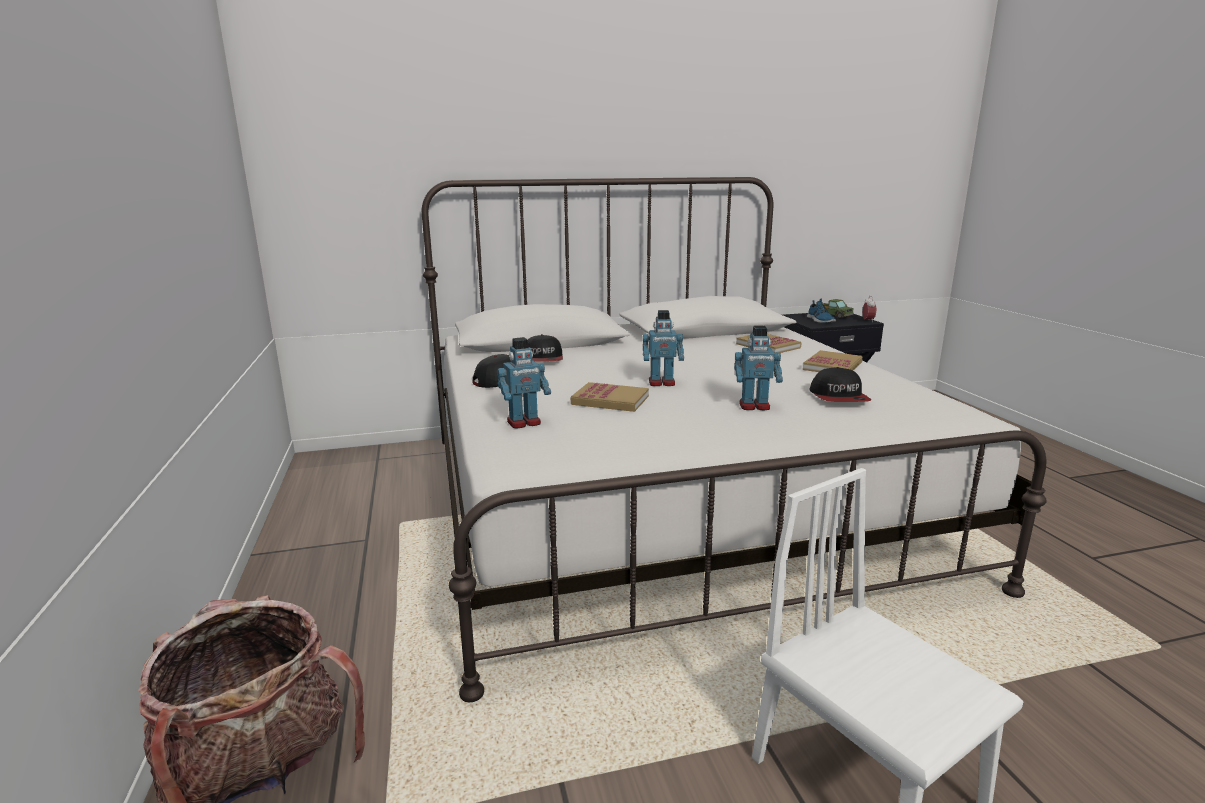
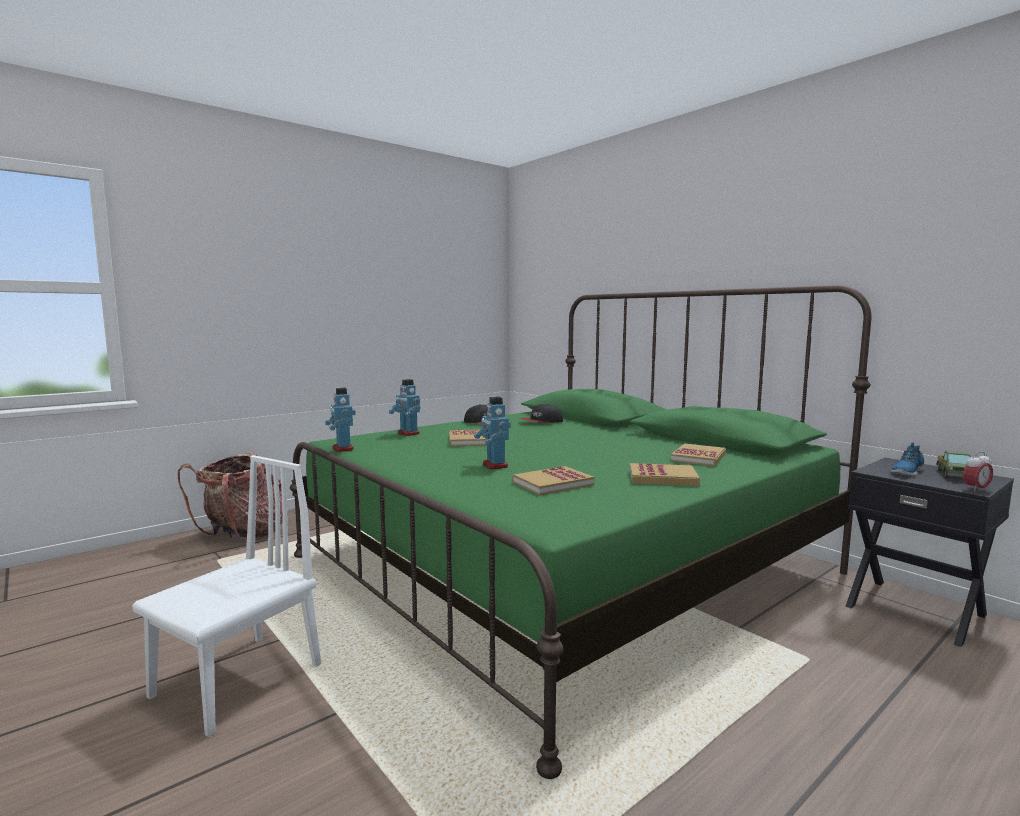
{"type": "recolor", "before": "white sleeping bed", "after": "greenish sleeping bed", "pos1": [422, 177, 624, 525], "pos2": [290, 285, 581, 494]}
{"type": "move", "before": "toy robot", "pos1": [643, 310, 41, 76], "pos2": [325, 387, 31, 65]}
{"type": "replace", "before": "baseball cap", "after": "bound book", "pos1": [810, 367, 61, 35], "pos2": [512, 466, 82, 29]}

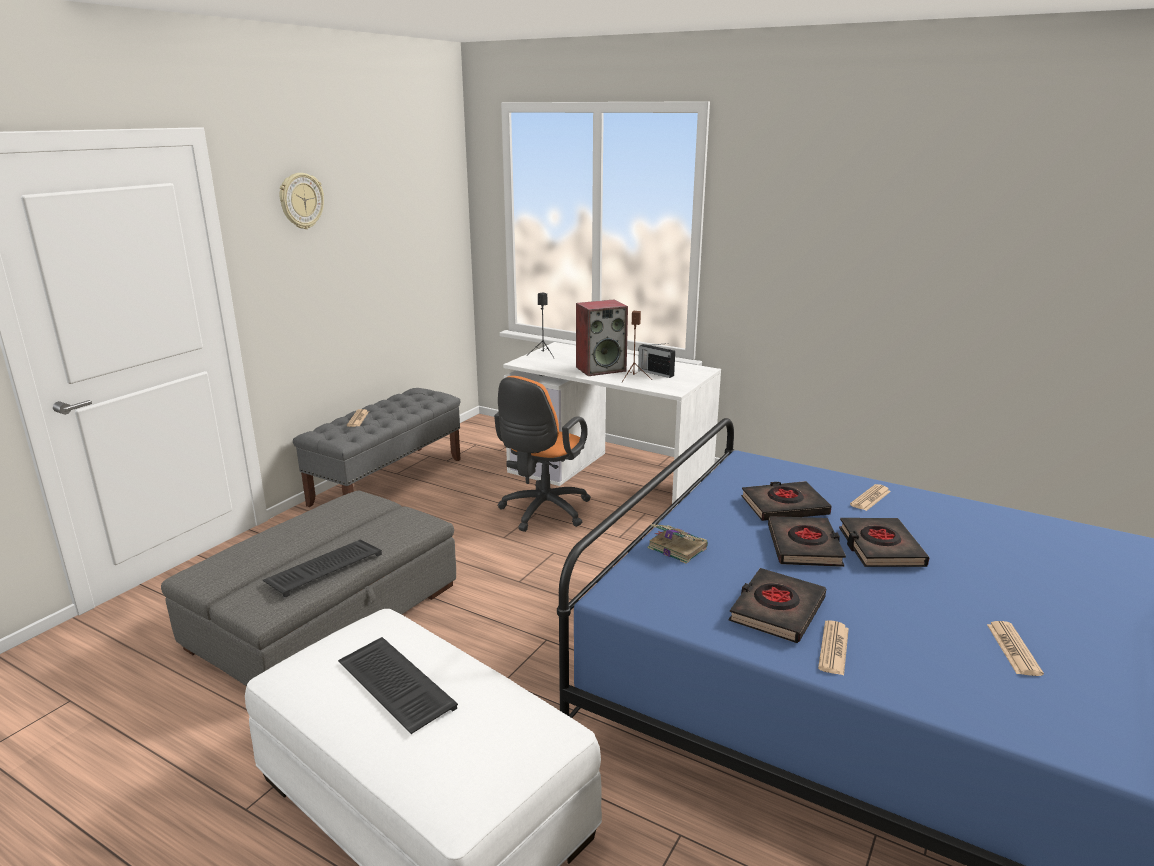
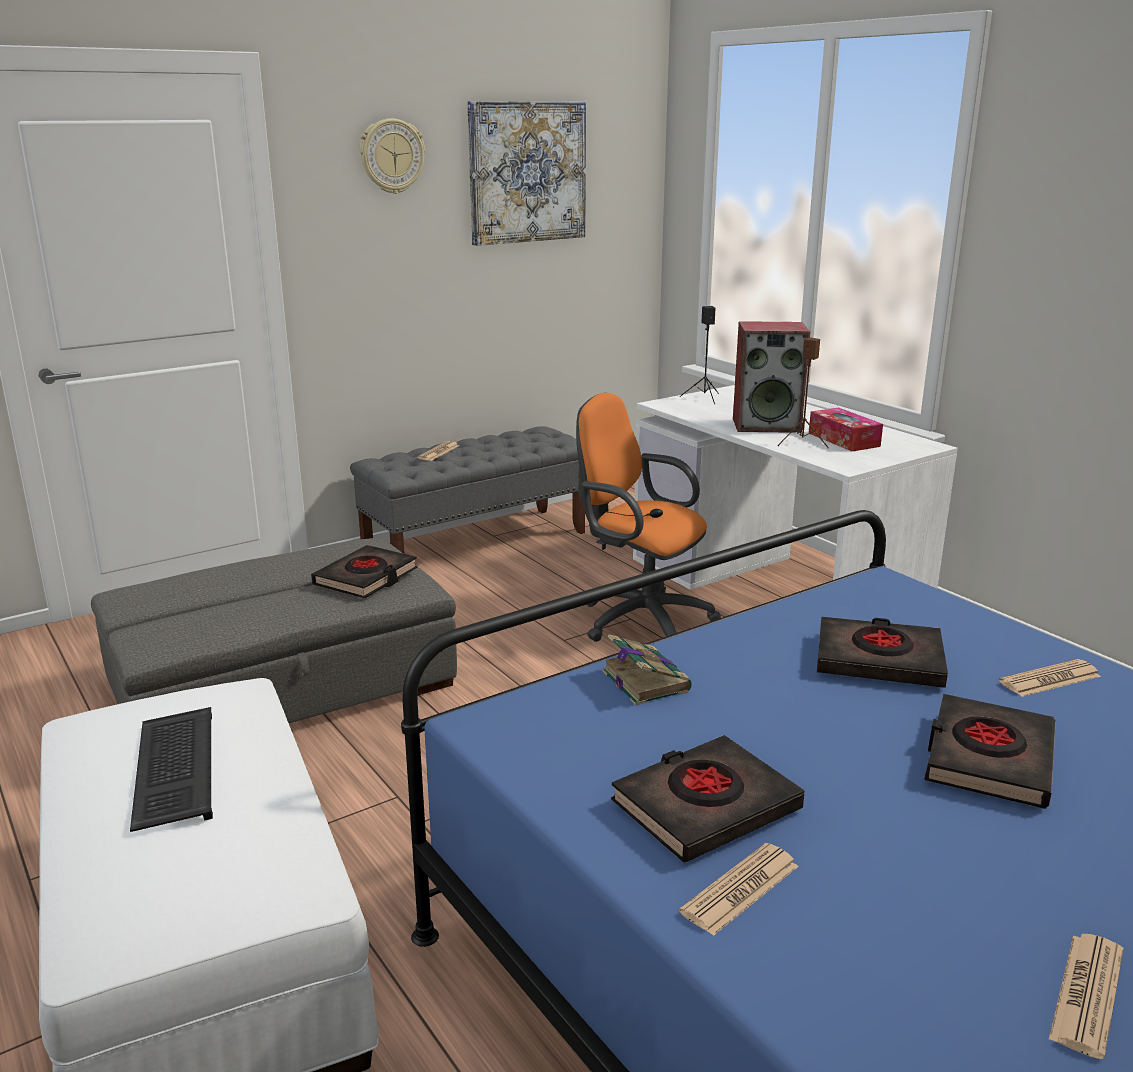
{"type": "delete", "before": "PC keyboard", "pos1": [263, 540, 119, 58]}
{"type": "rotate", "before": "orange office chair", "pos1": [494, 376, 97, 156], "pos2": [576, 393, 145, 249], "turn": 75}
{"type": "replace", "before": "radio", "after": "box of tissues", "pos1": [638, 343, 37, 35], "pos2": [809, 408, 74, 43]}
{"type": "move", "before": "black bound book", "pos1": [768, 516, 78, 51], "pos2": [311, 545, 107, 54]}
{"type": "insert", "after": "wall picture", "pos2": [467, 101, 119, 145]}

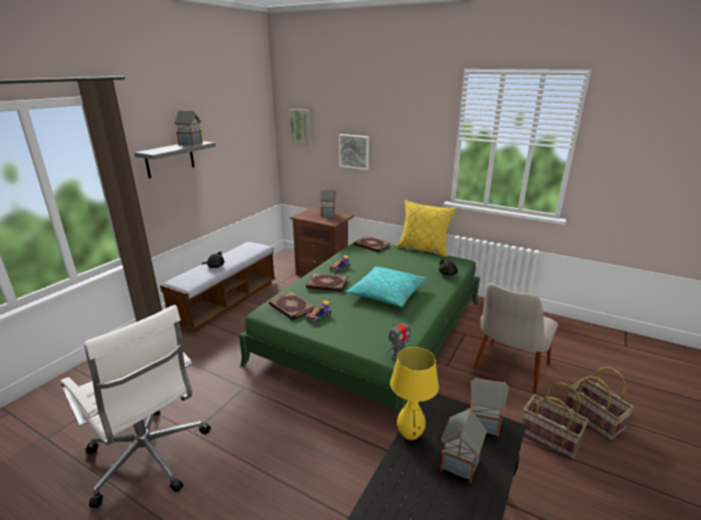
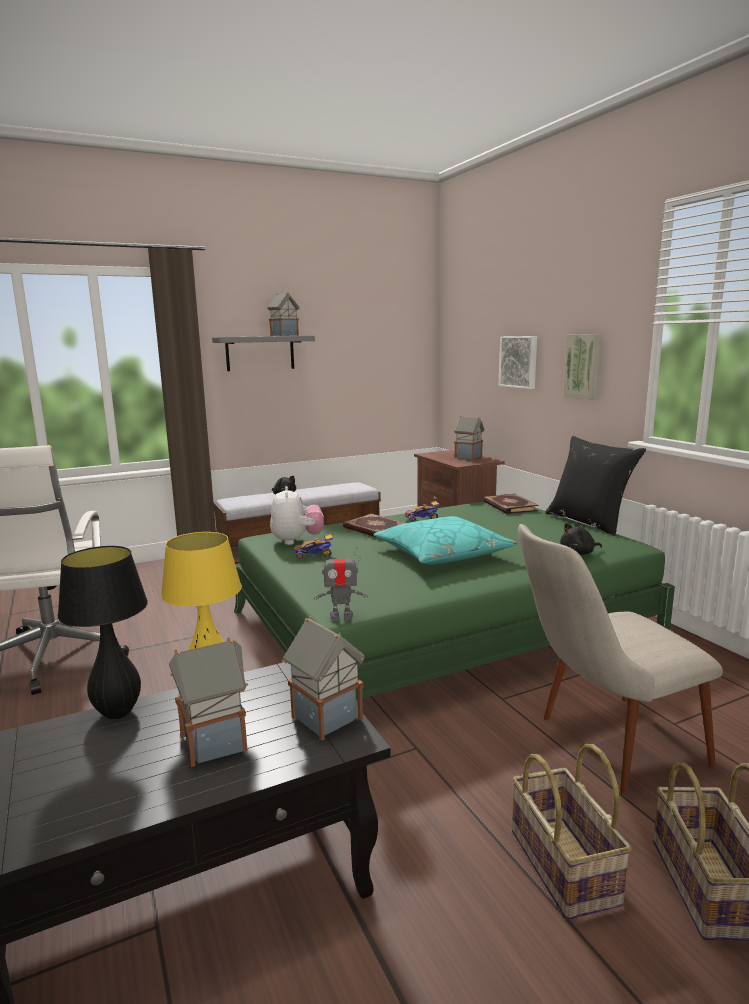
{"type": "replace", "before": "bound book", "after": "cuddly toy", "pos1": [269, 291, 46, 29], "pos2": [270, 486, 54, 59]}
{"type": "move", "before": "wall picture", "pos1": [289, 109, 22, 37], "pos2": [563, 334, 40, 66]}
{"type": "recolor", "before": "yellow-coloured throw pillow", "after": "black throw pillow", "pos1": [396, 200, 61, 57], "pos2": [545, 436, 101, 100]}
{"type": "insert", "after": "black lamp for a table", "pos2": [58, 546, 90, 173]}

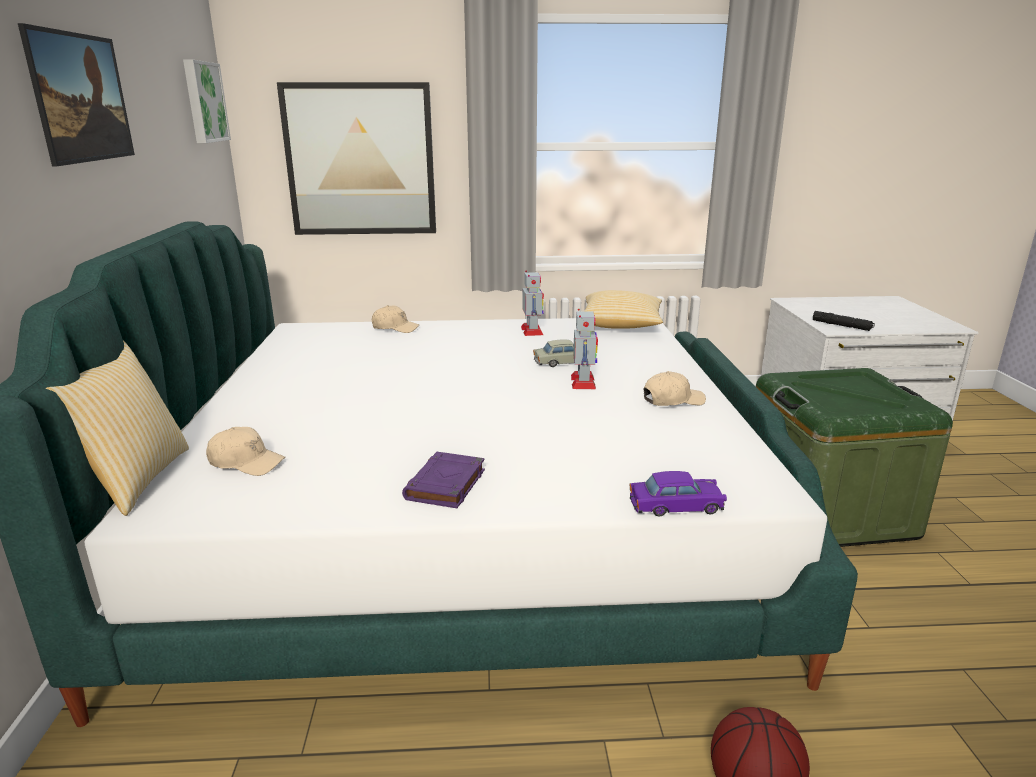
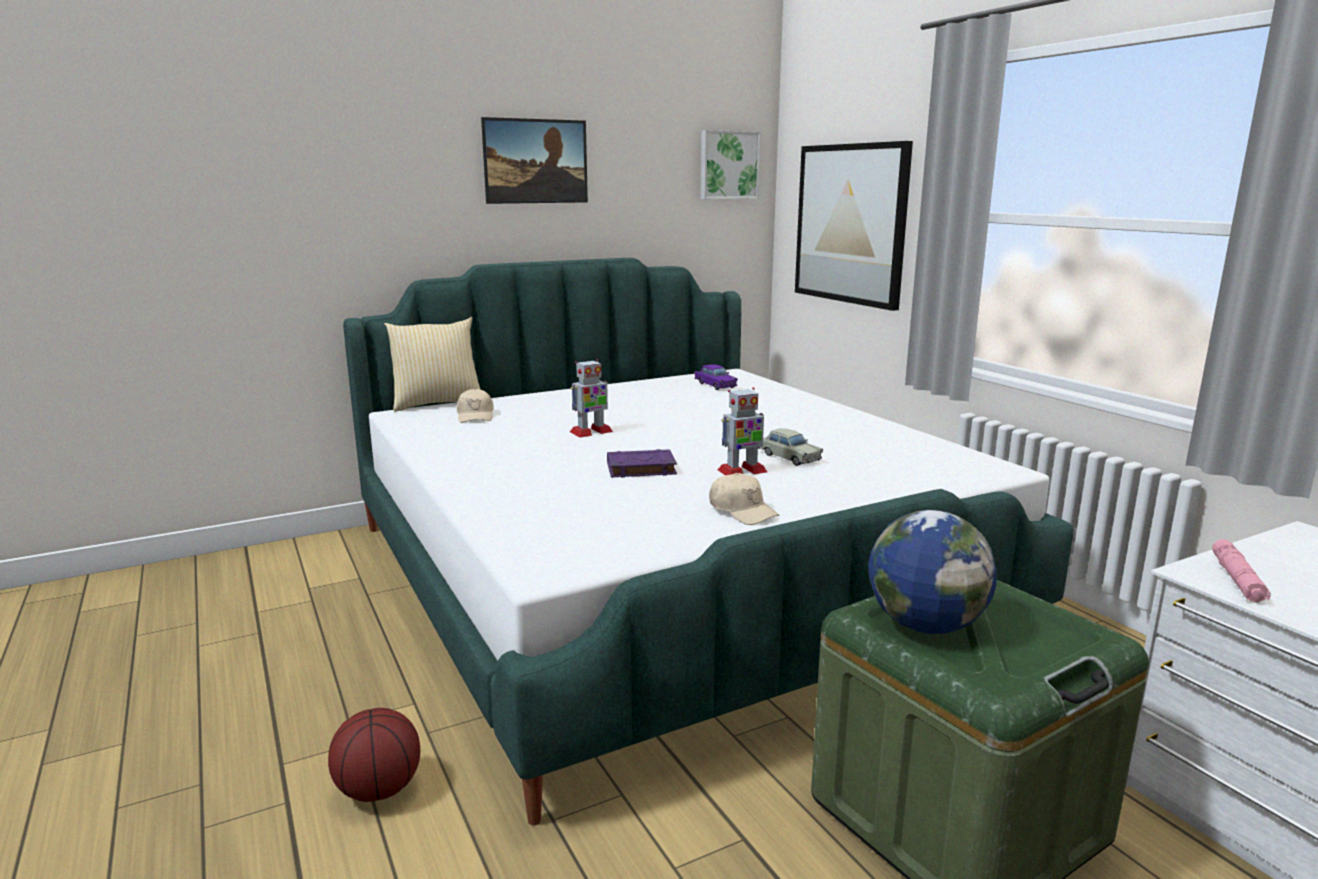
{"type": "delete", "before": "beige baseball cap", "pos1": [372, 305, 47, 28]}
{"type": "move", "before": "purplish bound book", "pos1": [402, 452, 83, 56], "pos2": [607, 449, 70, 29]}
{"type": "move", "before": "toy robot", "pos1": [521, 271, 23, 65], "pos2": [570, 359, 43, 79]}
{"type": "delete", "before": "throw pillow", "pos1": [584, 290, 79, 39]}
{"type": "move", "before": "purplish model car", "pos1": [630, 471, 97, 45], "pos2": [695, 364, 43, 26]}
{"type": "recolor", "before": "black flashlight", "after": "pink-coloured flashlight", "pos1": [813, 311, 62, 20], "pos2": [1212, 539, 58, 63]}
{"type": "insert", "after": "globe", "pos2": [868, 510, 129, 124]}

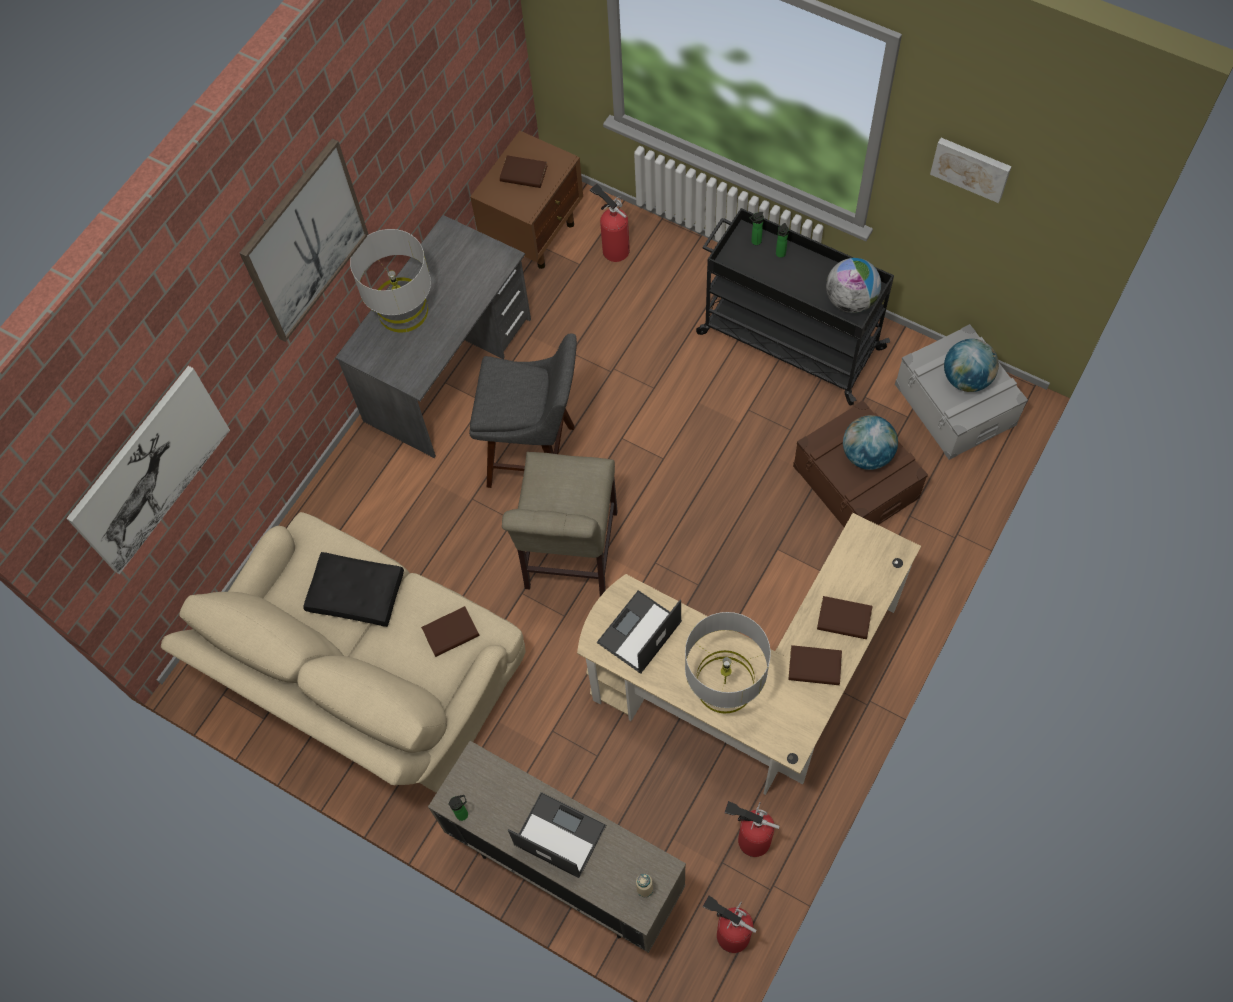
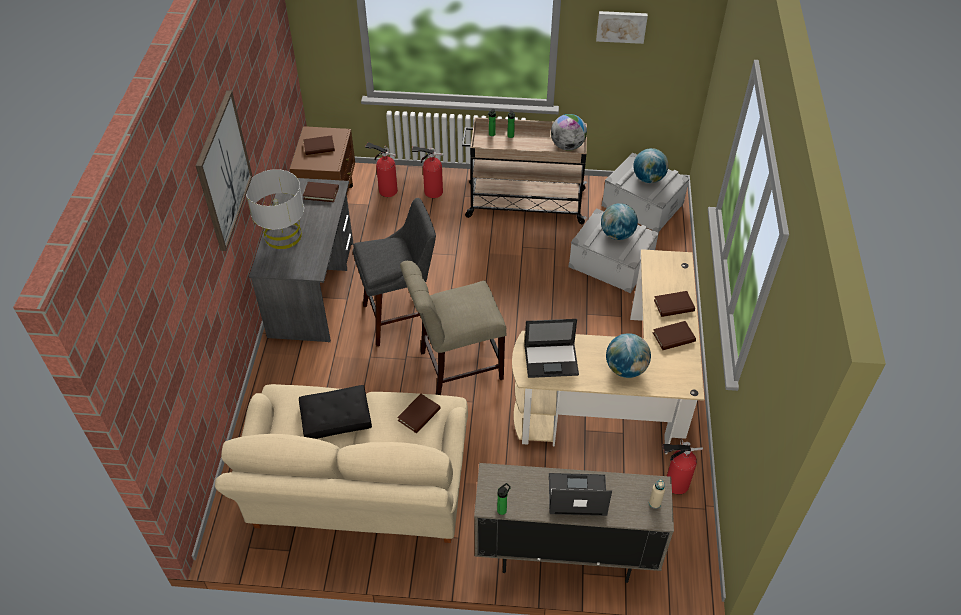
{"type": "delete", "before": "wall picture", "pos1": [66, 366, 164, 208]}
{"type": "rotate", "before": "beige plain chair", "pos1": [502, 452, 115, 144], "pos2": [400, 261, 107, 134], "turn": 90}
{"type": "rotate", "before": "portable computer", "pos1": [597, 590, 85, 84], "pos2": [524, 319, 55, 59], "turn": -105}
{"type": "replace", "before": "gray lamp for a table", "after": "globe", "pos1": [685, 612, 86, 101], "pos2": [606, 333, 45, 45]}
{"type": "recolor", "before": "black wheeled cart", "after": "beige wheeled cart", "pos1": [696, 208, 198, 198], "pos2": [462, 118, 125, 106]}
{"type": "move", "before": "extinguisher", "pos1": [703, 895, 54, 58], "pos2": [412, 146, 32, 52]}
{"type": "recolor", "before": "brown-coloured storage bin", "after": "gray storage bin", "pos1": [793, 400, 135, 127], "pos2": [569, 208, 90, 85]}
{"type": "insert", "after": "brown-coloured bound book", "pos2": [303, 182, 36, 20]}

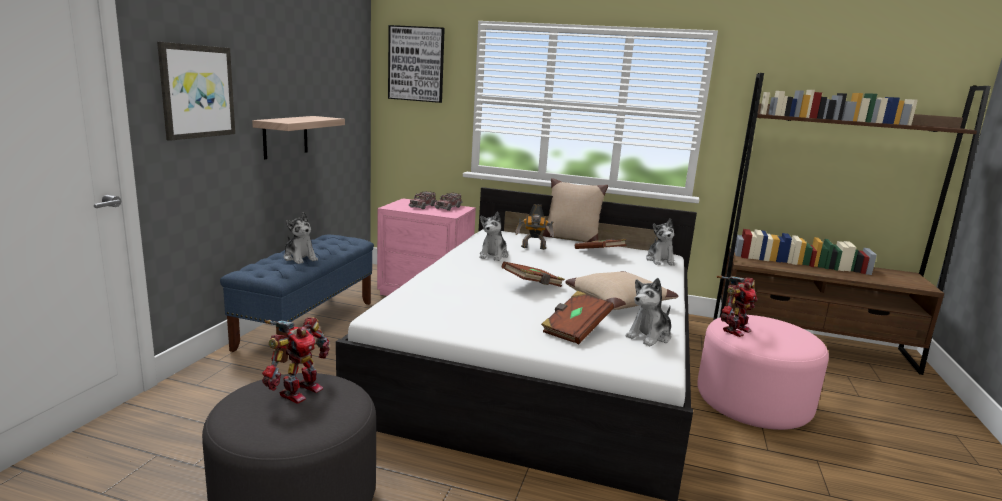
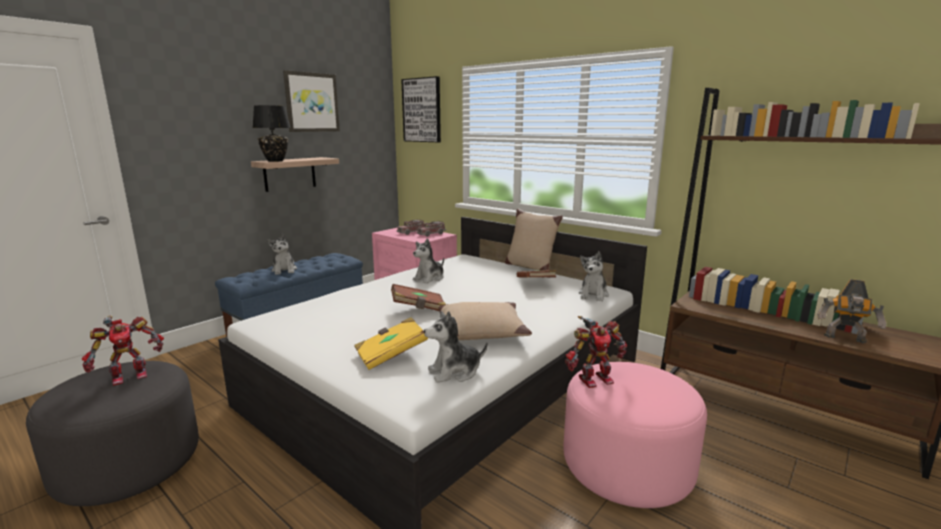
{"type": "move", "before": "wall picture", "pos1": [157, 42, 78, 99], "pos2": [283, 70, 57, 62]}
{"type": "move", "before": "toy robot", "pos1": [515, 204, 40, 46], "pos2": [817, 279, 70, 64]}
{"type": "recolor", "before": "brown-coloured bound book", "after": "yellow-coloured bound book", "pos1": [541, 291, 73, 53], "pos2": [354, 317, 74, 53]}
{"type": "insert", "after": "black lamp for a table", "pos2": [253, 105, 38, 57]}

